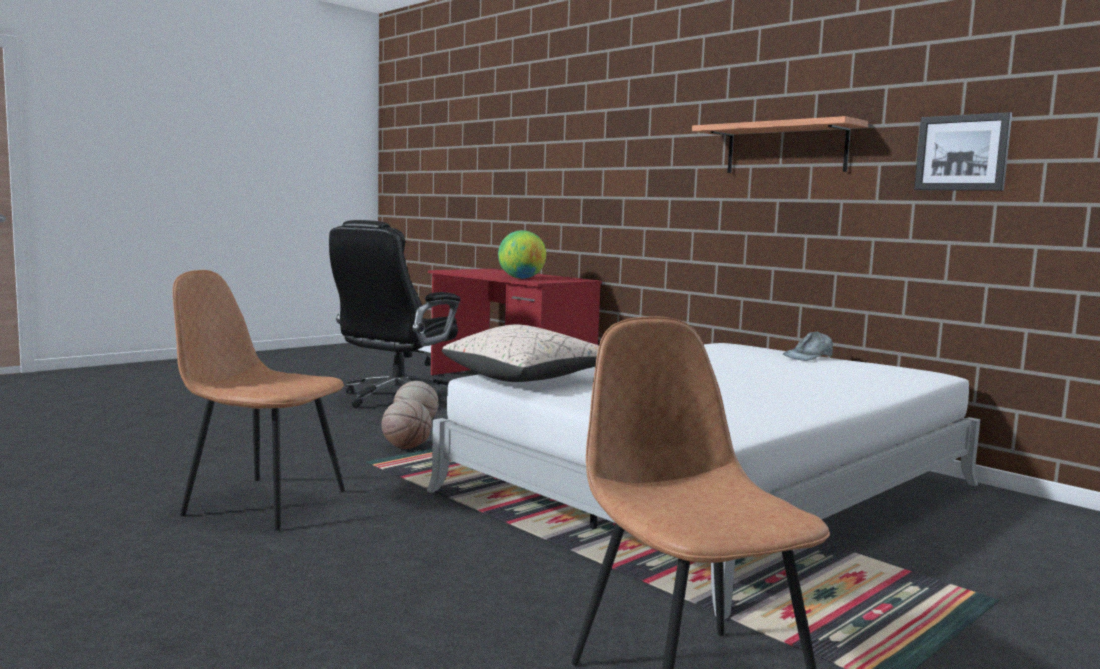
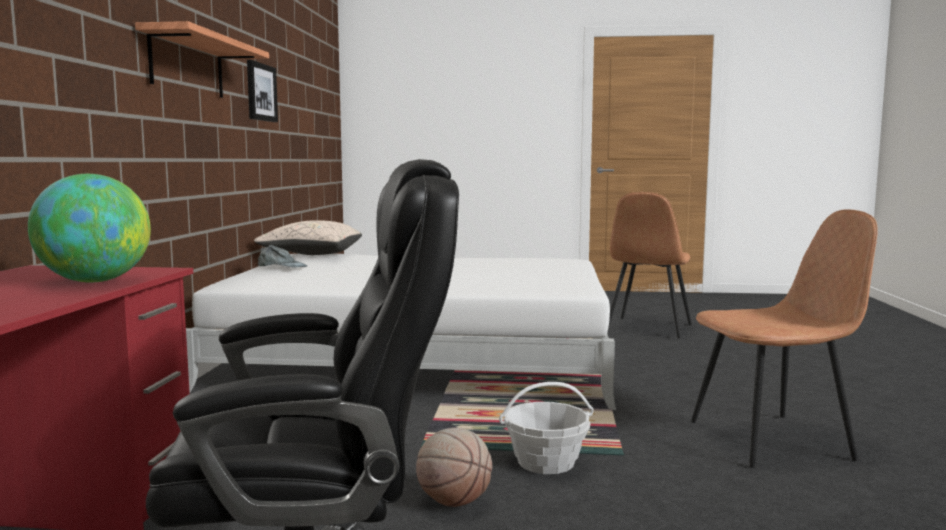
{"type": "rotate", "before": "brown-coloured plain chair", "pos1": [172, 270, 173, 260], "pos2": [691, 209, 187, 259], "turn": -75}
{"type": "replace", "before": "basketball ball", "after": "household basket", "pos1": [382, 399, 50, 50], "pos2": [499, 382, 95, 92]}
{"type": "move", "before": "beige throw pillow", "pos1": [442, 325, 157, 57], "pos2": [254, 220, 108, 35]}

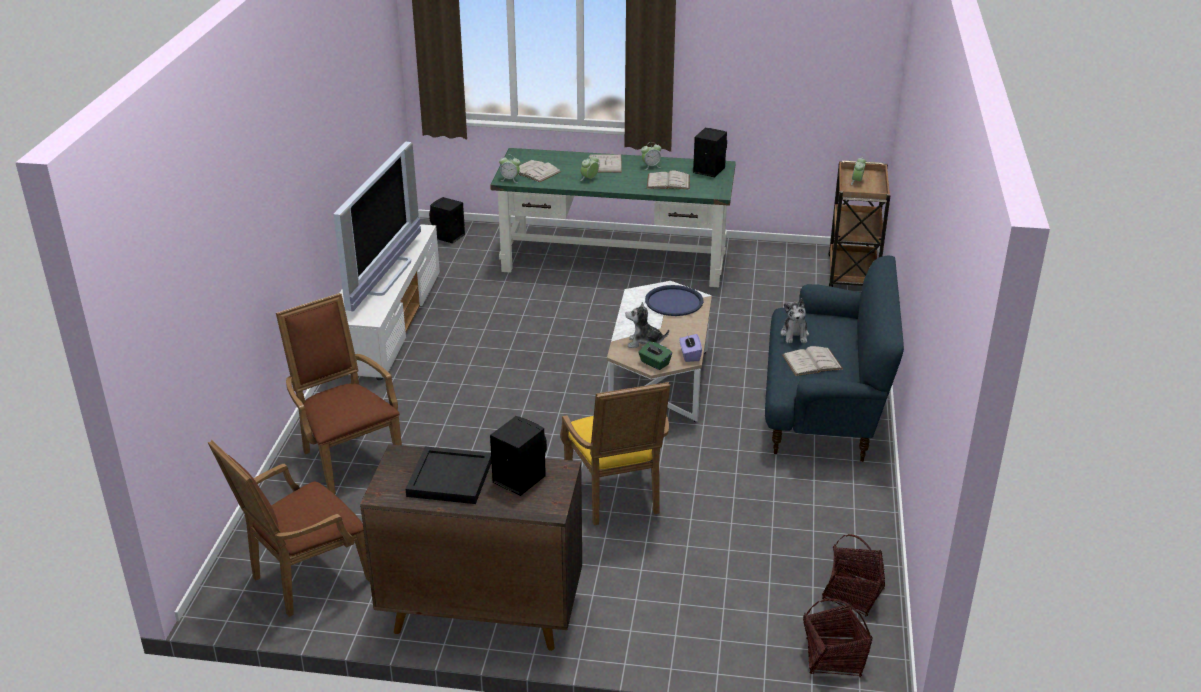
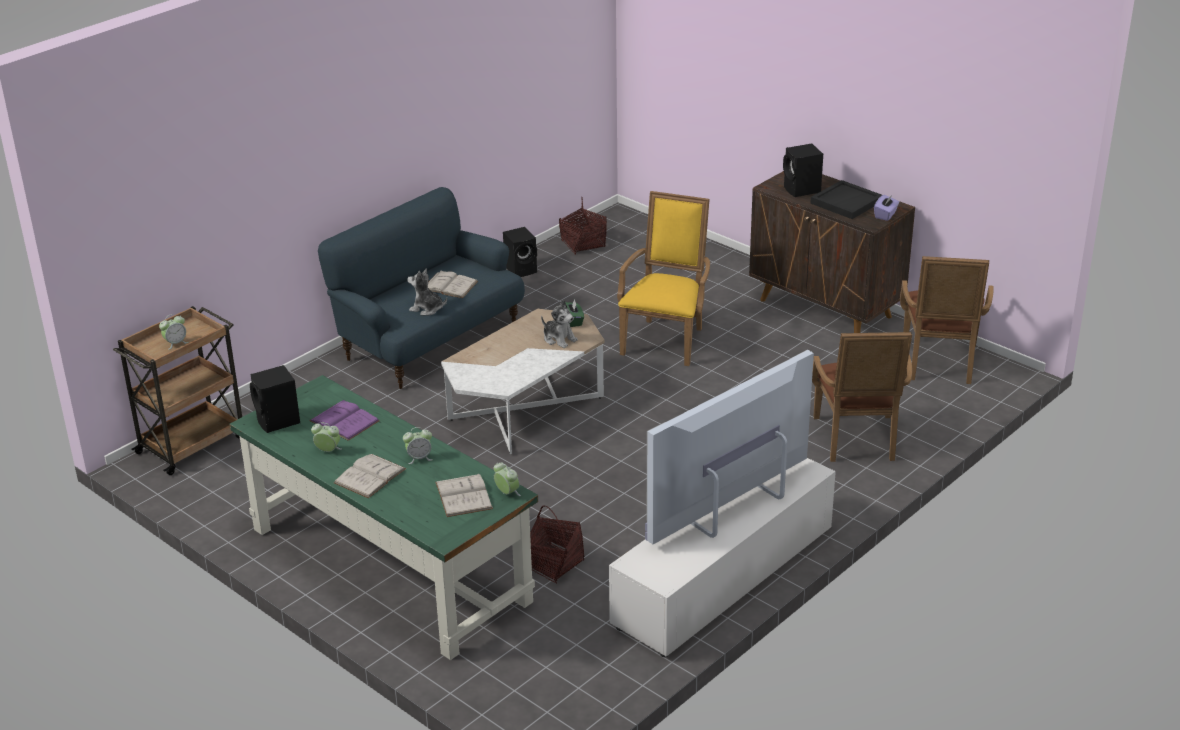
{"type": "rotate", "before": "brown-coloured easy chair", "pos1": [208, 440, 162, 177], "pos2": [900, 256, 93, 128], "turn": 105}
{"type": "move", "before": "black loudspeaker", "pos1": [429, 197, 36, 47], "pos2": [503, 227, 34, 50]}
{"type": "delete", "before": "blue tray", "pos1": [645, 285, 59, 31]}
{"type": "recolor", "before": "white bound book", "after": "purplish bound book", "pos1": [647, 170, 43, 20], "pos2": [309, 400, 71, 41]}
{"type": "move", "before": "purplish box of tissues", "pos1": [679, 333, 23, 29], "pos2": [874, 194, 25, 27]}
{"type": "rotate", "before": "cuddly toy", "pos1": [781, 298, 28, 45], "pos2": [407, 268, 40, 47], "turn": -105}
{"type": "move", "before": "household basket", "pos1": [803, 598, 69, 79], "pos2": [530, 506, 54, 78]}

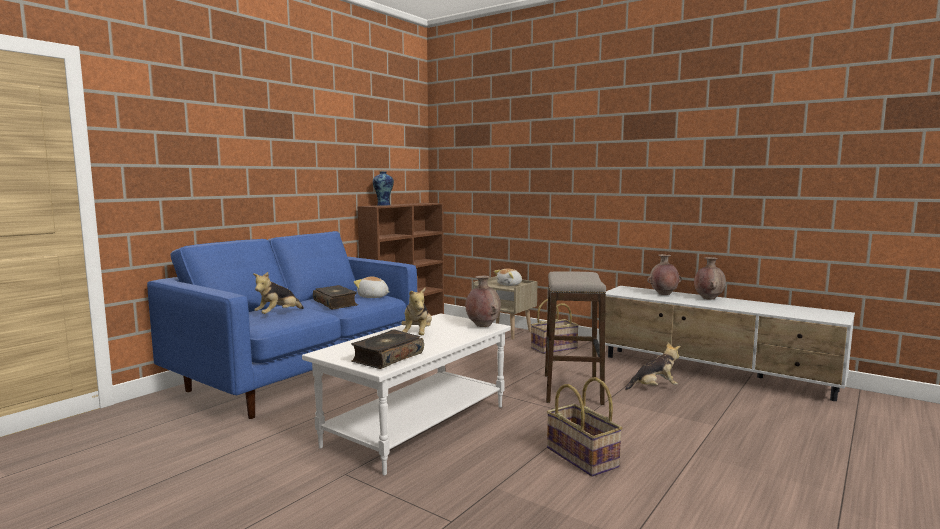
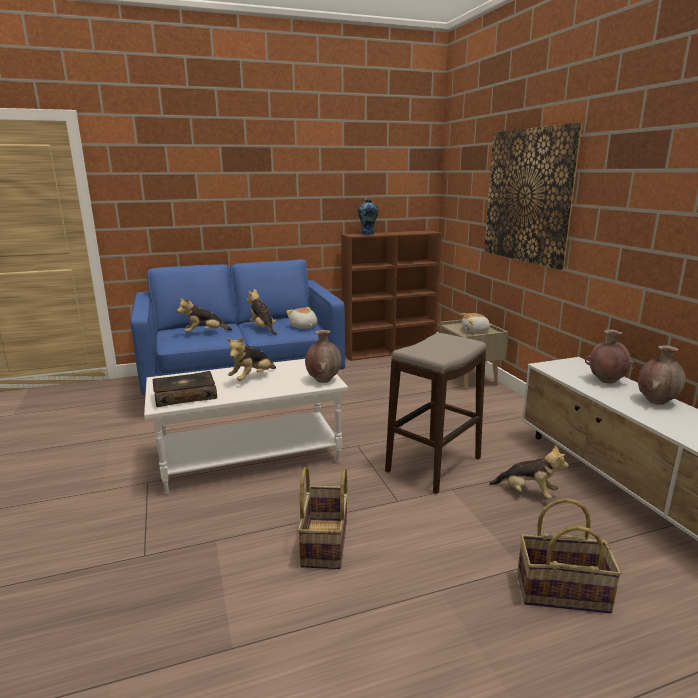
{"type": "replace", "before": "bound book", "after": "cuddly toy", "pos1": [313, 285, 45, 25], "pos2": [247, 289, 30, 47]}
{"type": "move", "before": "household basket", "pos1": [531, 299, 48, 55], "pos2": [517, 498, 105, 115]}
{"type": "insert", "after": "wall picture", "pos2": [484, 122, 98, 148]}

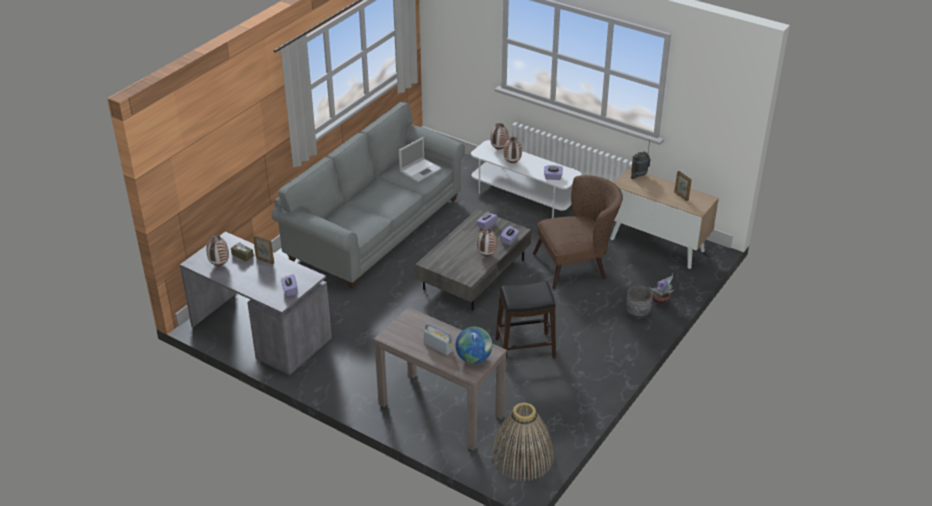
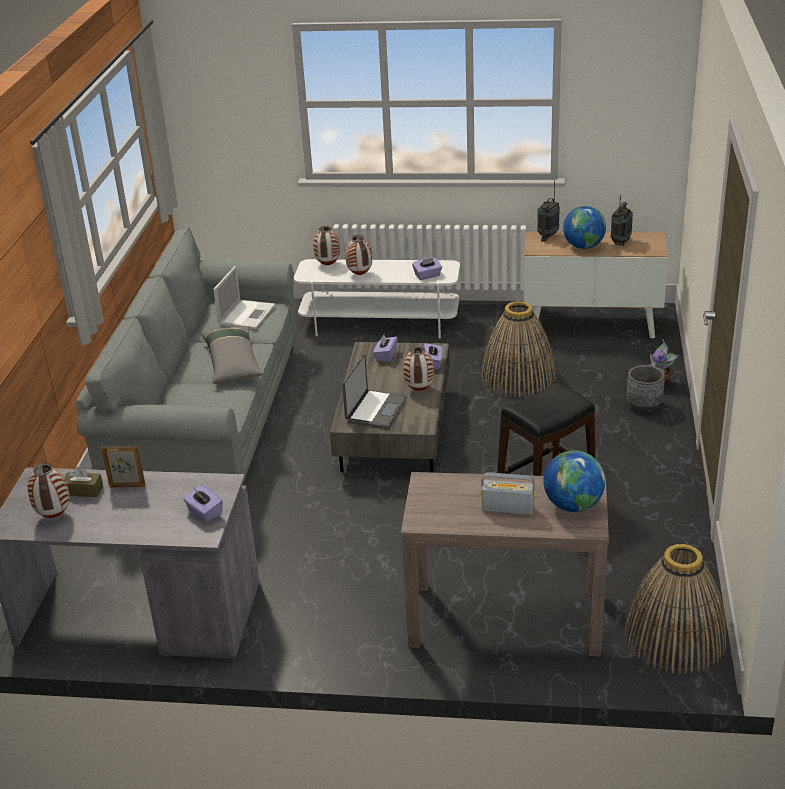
{"type": "replace", "before": "brown-coloured easy chair", "after": "household basket", "pos1": [533, 175, 90, 114], "pos2": [481, 301, 74, 96]}
{"type": "replace", "before": "picture frame", "after": "radio", "pos1": [674, 171, 18, 30], "pos2": [611, 195, 22, 51]}
{"type": "insert", "after": "gray throw pillow", "pos2": [201, 326, 62, 58]}
{"type": "insert", "after": "portable computer", "pos2": [342, 354, 65, 75]}
{"type": "insert", "after": "globe", "pos2": [563, 206, 43, 43]}

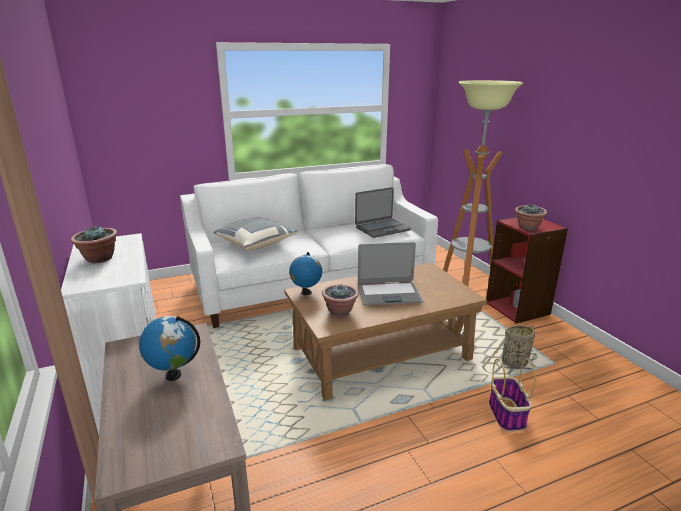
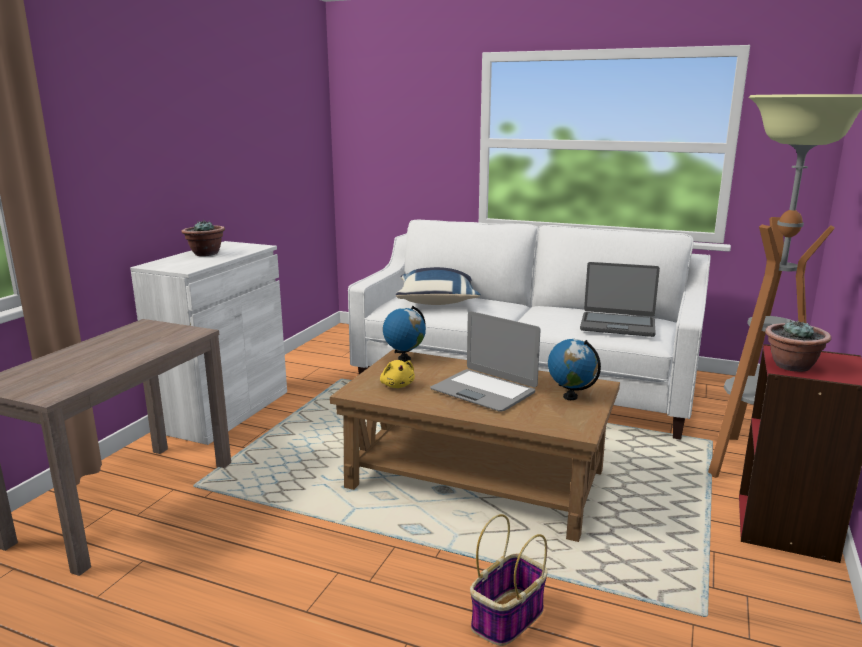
{"type": "move", "before": "globe", "pos1": [139, 316, 61, 65], "pos2": [548, 339, 53, 61]}
{"type": "recolor", "before": "gray throw pillow", "after": "blue throw pillow", "pos1": [214, 217, 84, 33], "pos2": [396, 267, 85, 38]}
{"type": "replace", "before": "houseplant", "after": "yellow-coloured cuddly toy", "pos1": [322, 284, 37, 33], "pos2": [380, 360, 35, 28]}
{"type": "delete", "before": "household basket", "pos1": [482, 325, 56, 48]}

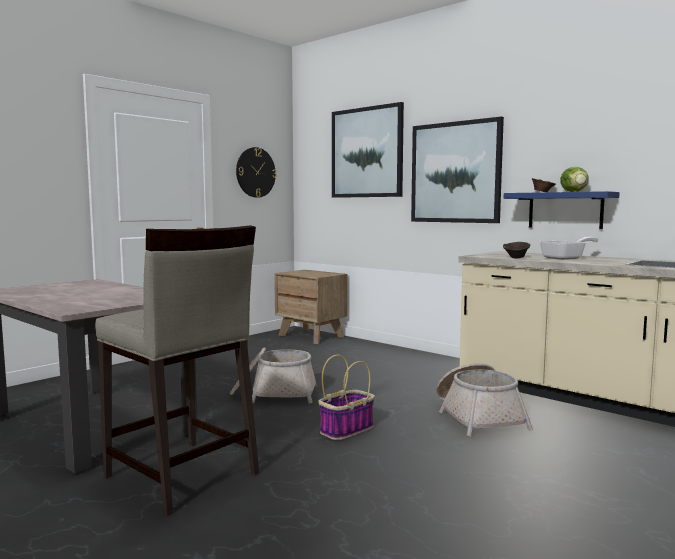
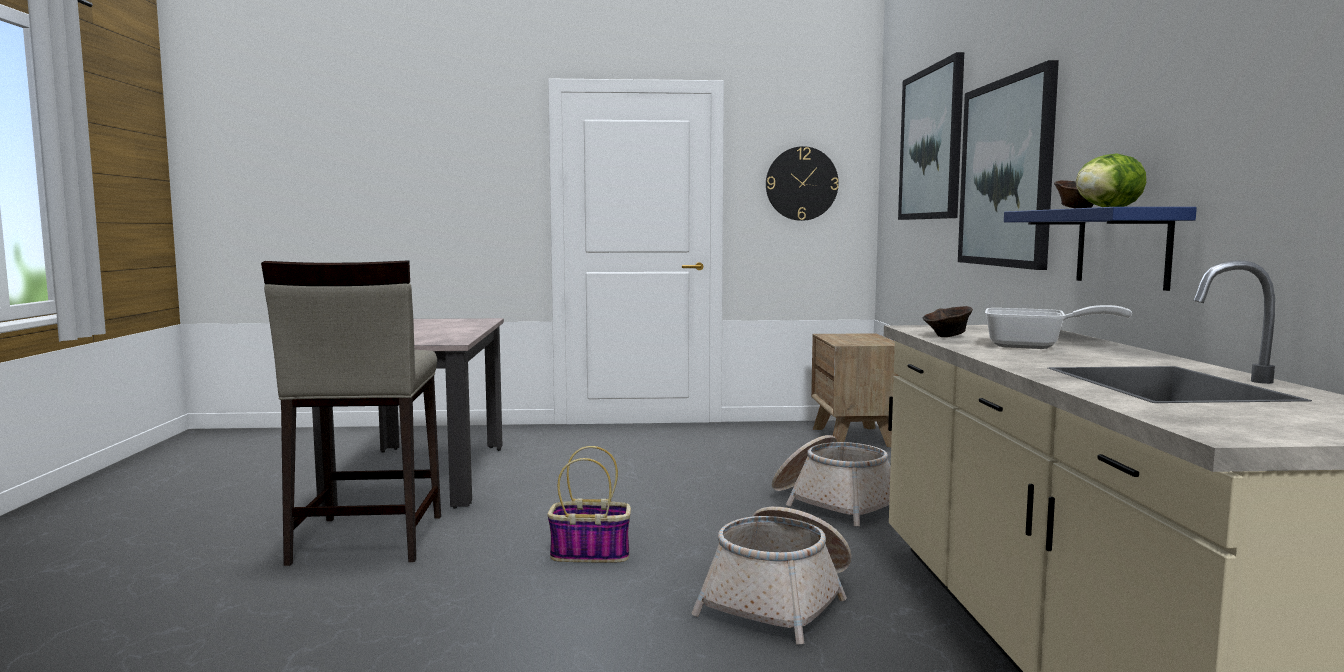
{"type": "move", "before": "household basket", "pos1": [230, 347, 87, 57], "pos2": [772, 435, 119, 91]}

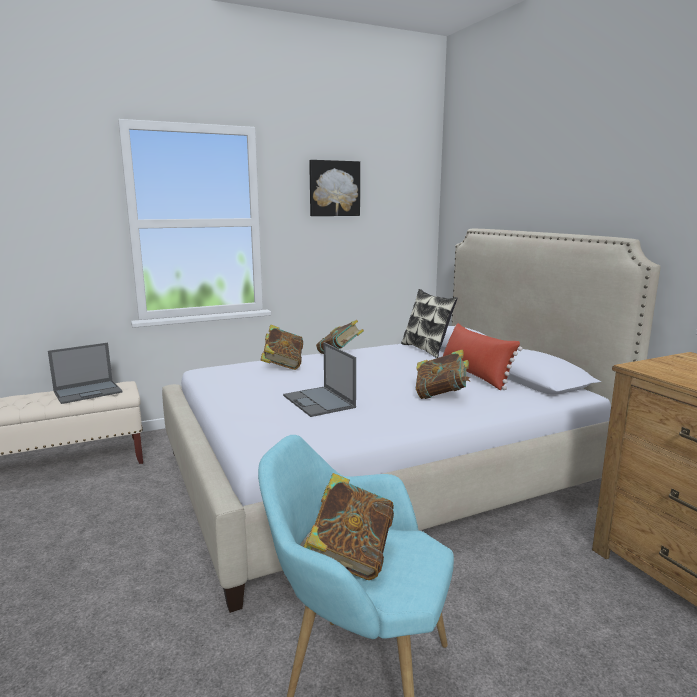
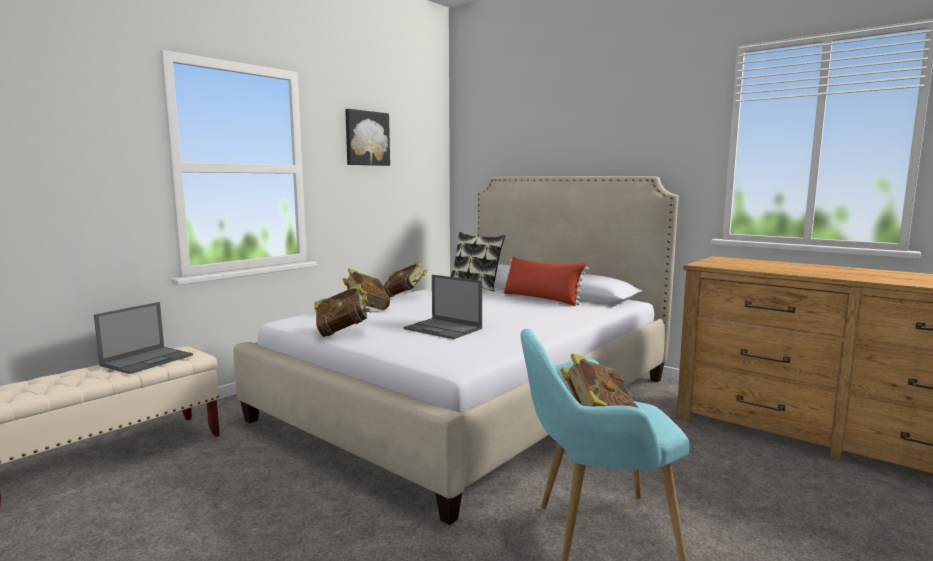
{"type": "move", "before": "bound book", "pos1": [416, 349, 54, 50], "pos2": [315, 284, 56, 53]}

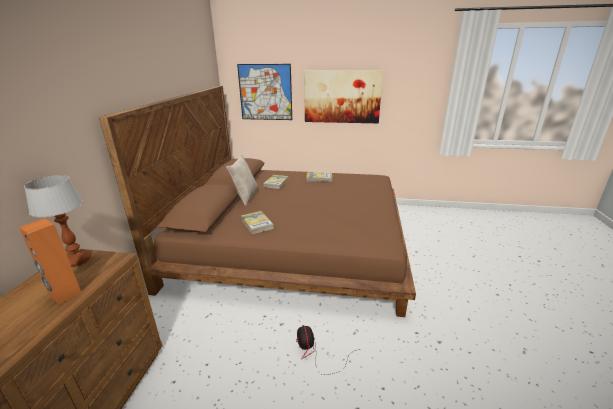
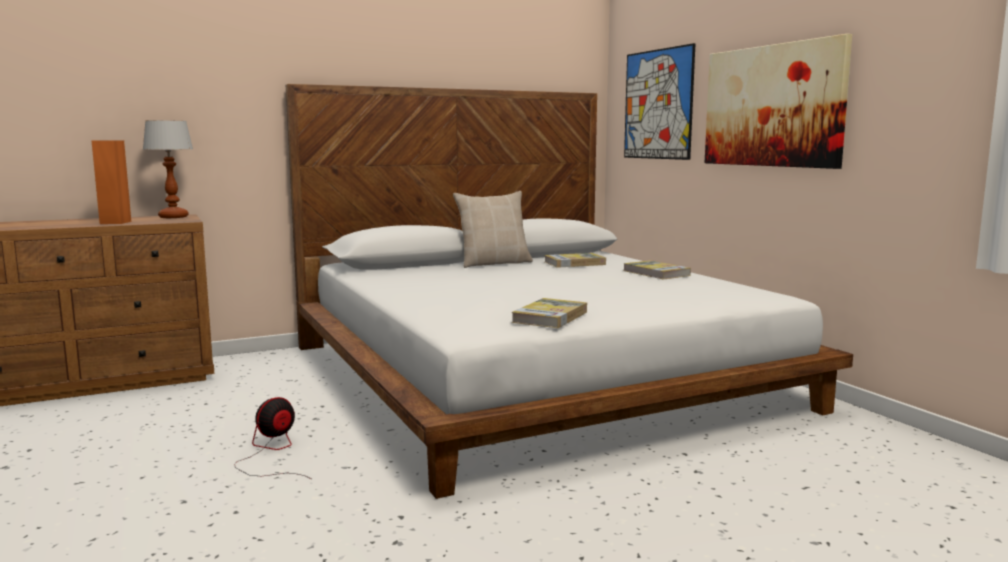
{"type": "recolor", "before": "brown-coloured sleeping bed", "after": "white sleeping bed", "pos1": [99, 86, 317, 231], "pos2": [286, 84, 567, 415]}
{"type": "move", "before": "bound book", "pos1": [241, 211, 33, 23], "pos2": [511, 298, 76, 30]}

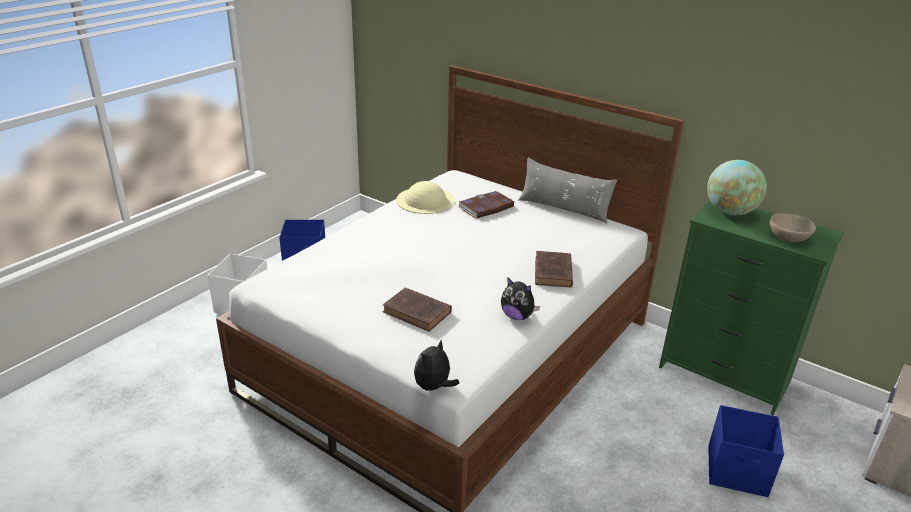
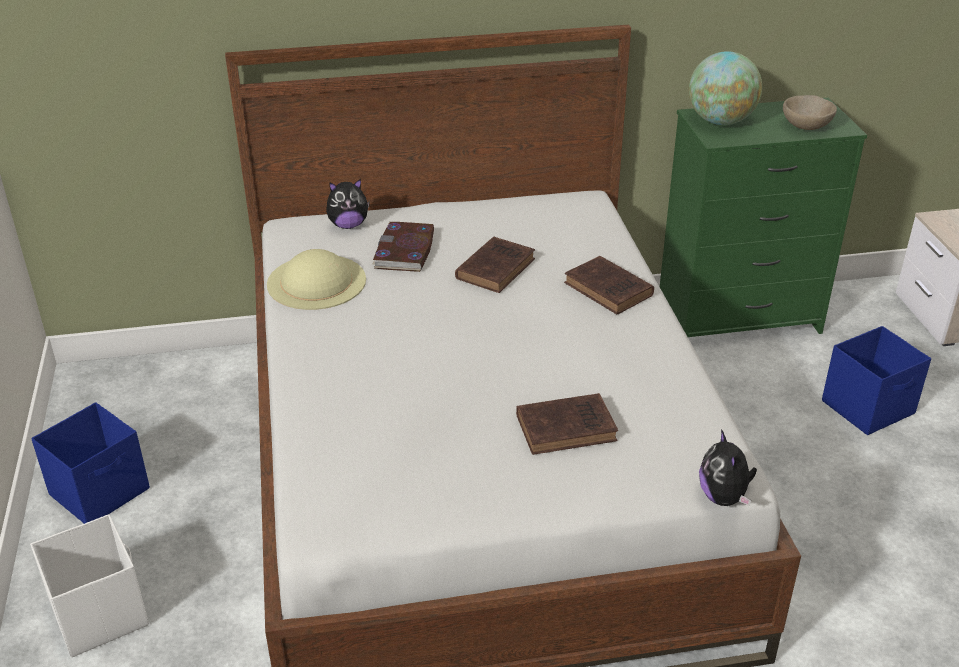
{"type": "move", "before": "cuddly toy", "pos1": [501, 277, 39, 43], "pos2": [326, 179, 44, 50]}
{"type": "delete", "before": "gray throw pillow", "pos1": [518, 157, 99, 66]}
{"type": "insert", "after": "brown-coloured bound book", "pos2": [455, 237, 80, 56]}

